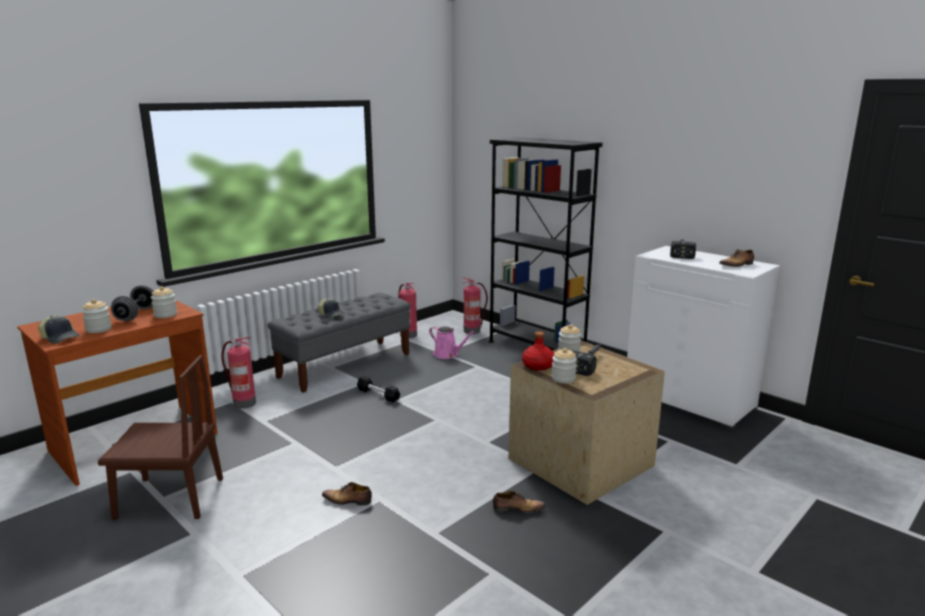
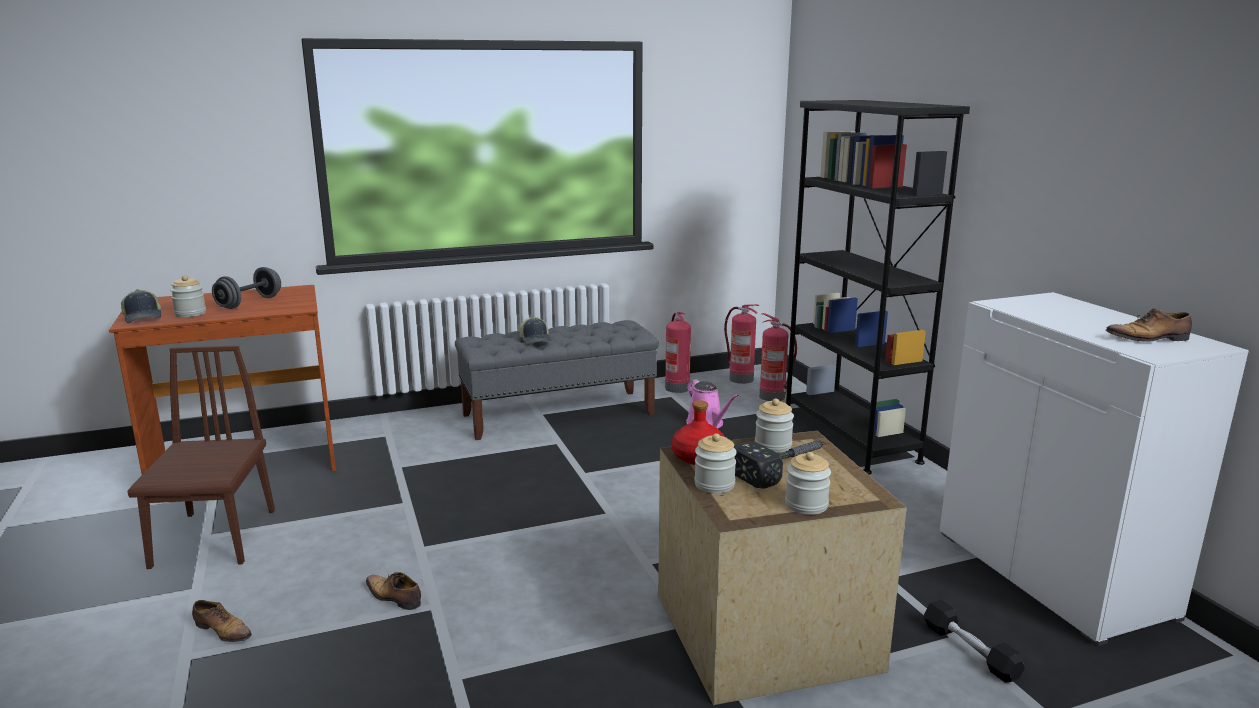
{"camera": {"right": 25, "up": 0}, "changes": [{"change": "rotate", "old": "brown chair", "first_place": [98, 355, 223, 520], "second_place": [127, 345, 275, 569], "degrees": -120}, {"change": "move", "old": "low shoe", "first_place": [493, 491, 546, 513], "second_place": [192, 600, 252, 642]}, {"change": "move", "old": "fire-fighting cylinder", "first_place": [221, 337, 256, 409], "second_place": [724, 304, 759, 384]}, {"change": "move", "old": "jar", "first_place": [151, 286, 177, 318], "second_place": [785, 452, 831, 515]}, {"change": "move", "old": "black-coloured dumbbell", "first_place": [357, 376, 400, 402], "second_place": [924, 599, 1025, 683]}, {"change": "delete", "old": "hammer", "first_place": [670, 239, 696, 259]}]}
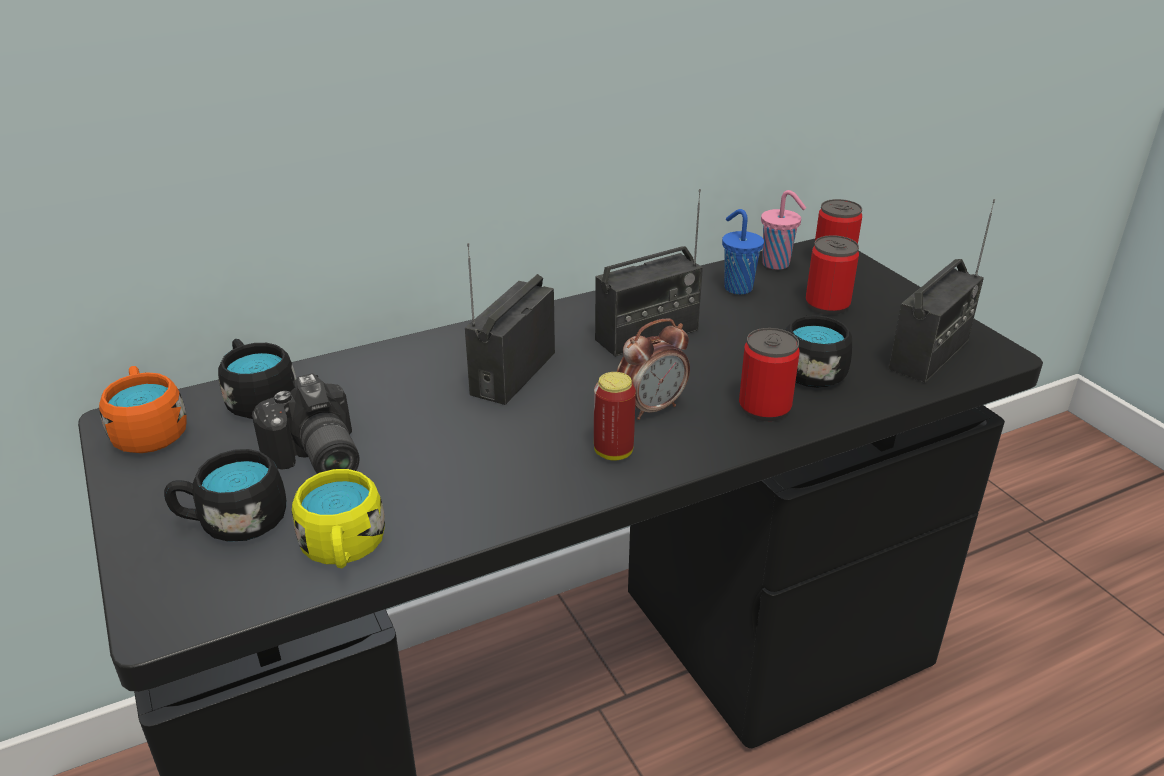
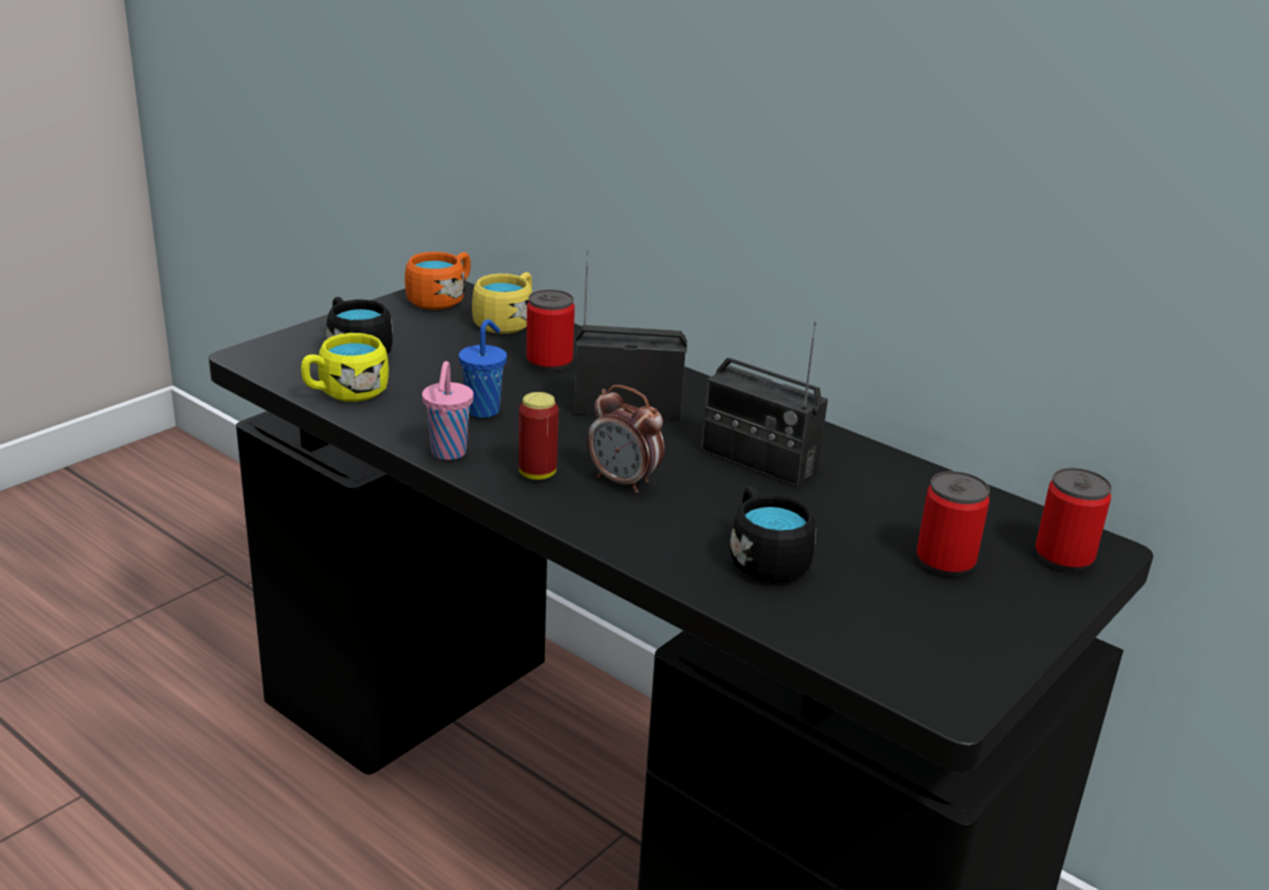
{"camera": {"right": 65, "up": -5}, "changes": [{"change": "move", "old": "pinkish small cup", "first_place": [761, 190, 806, 270], "second_place": [422, 361, 474, 460]}, {"change": "move", "old": "bluish small cup", "first_place": [722, 209, 764, 295], "second_place": [459, 319, 507, 418]}, {"change": "recolor", "old": "black-coloured coffee mug", "new": "yellow-coloured coffee mug", "first_place": [218, 339, 296, 419], "second_place": [472, 272, 532, 334]}, {"change": "move", "old": "metal can", "first_place": [739, 328, 800, 421], "second_place": [526, 290, 575, 371]}, {"change": "delete", "old": "photo camera", "first_place": [252, 373, 359, 474]}, {"change": "delete", "old": "radio", "first_place": [888, 199, 995, 383]}]}
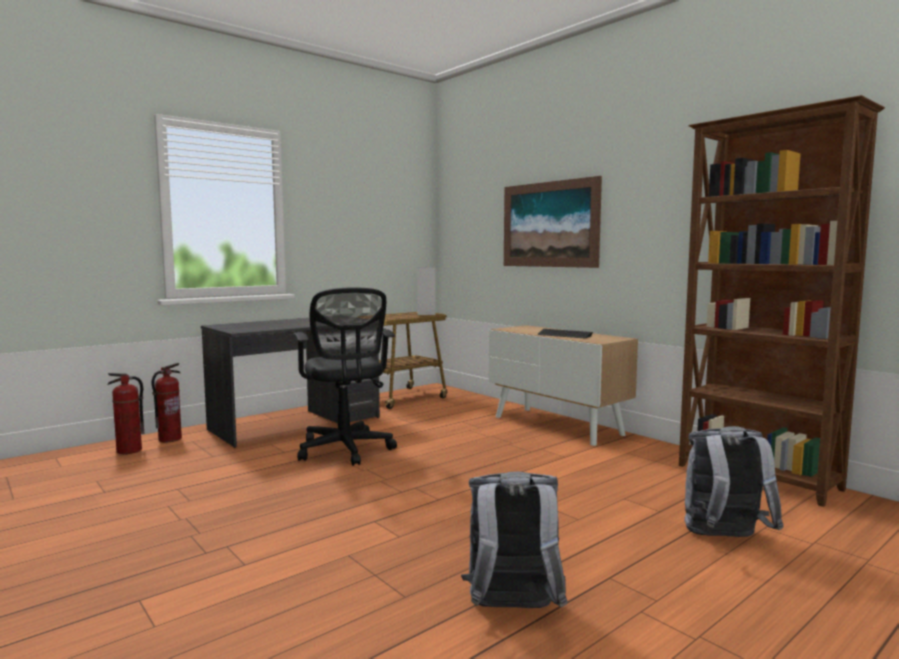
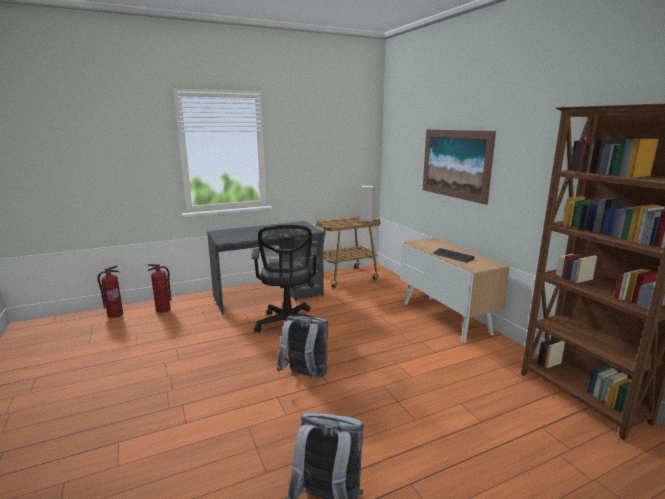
{"camera": {"right": 15, "up": 10}, "changes": [{"change": "move", "old": "fire-fighting cylinder", "first_place": [152, 363, 182, 443], "second_place": [97, 265, 123, 318]}, {"change": "move", "old": "grey knapsack", "first_place": [684, 426, 784, 537], "second_place": [277, 316, 329, 379]}]}
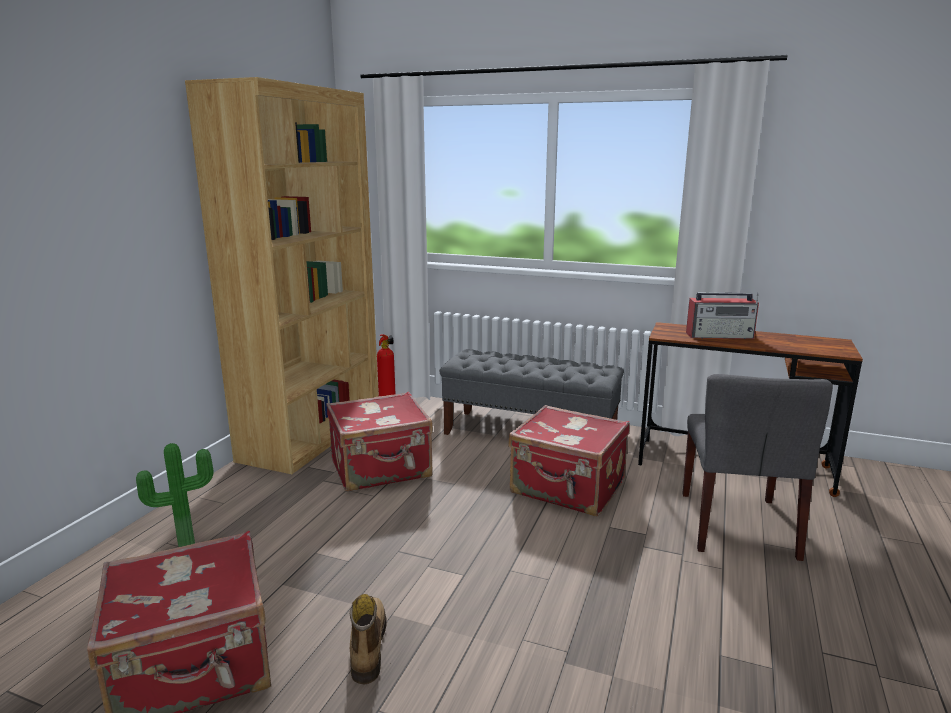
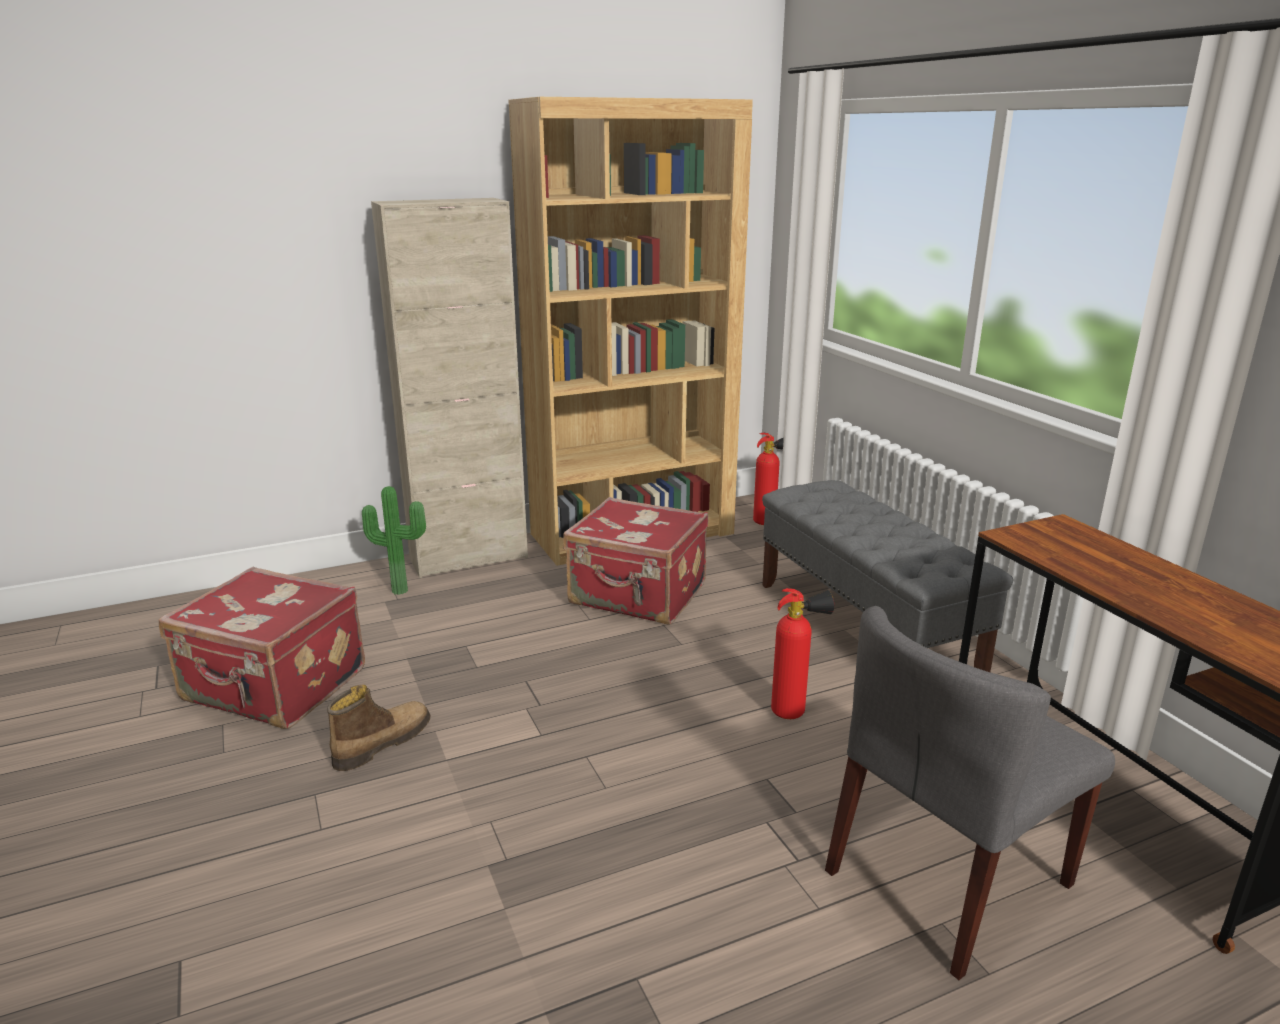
{"camera": {"right": 45, "up": 5}, "changes": [{"change": "insert", "new": "beige storage cabinet", "second_place": [371, 198, 528, 578]}, {"change": "replace", "old": "red-coloured suitcase", "new": "fire-fighting cylinder", "first_place": [508, 405, 630, 516], "second_place": [771, 588, 834, 719]}, {"change": "delete", "old": "radio", "first_place": [686, 292, 759, 339]}]}
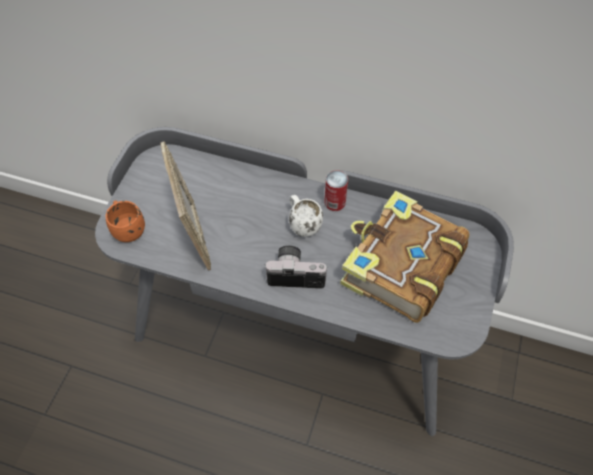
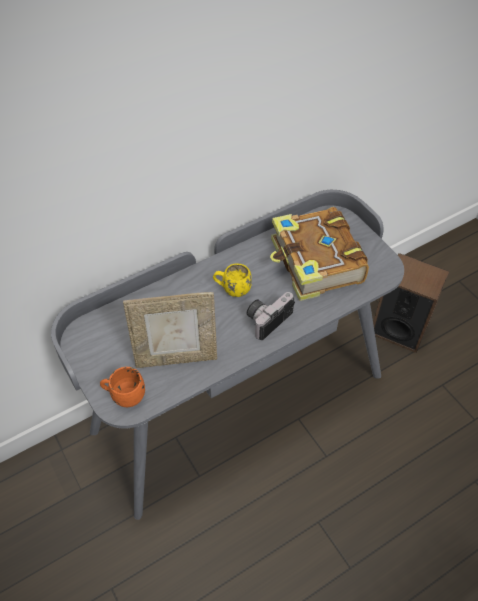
{"camera": {"right": -50, "up": -5}, "changes": [{"change": "rotate", "old": "photo frame", "first_place": [160, 141, 211, 270], "second_place": [123, 292, 217, 368], "degrees": 150}, {"change": "recolor", "old": "white coffee mug", "new": "yellow-coloured coffee mug", "first_place": [289, 195, 323, 237], "second_place": [213, 264, 252, 297]}, {"change": "insert", "new": "speaker", "second_place": [373, 253, 450, 353]}, {"change": "delete", "old": "metal can", "first_place": [324, 170, 348, 211]}]}
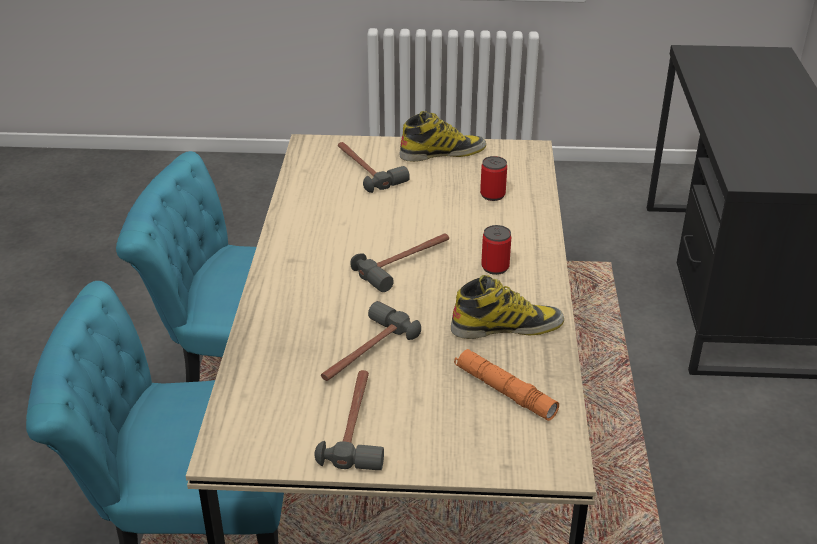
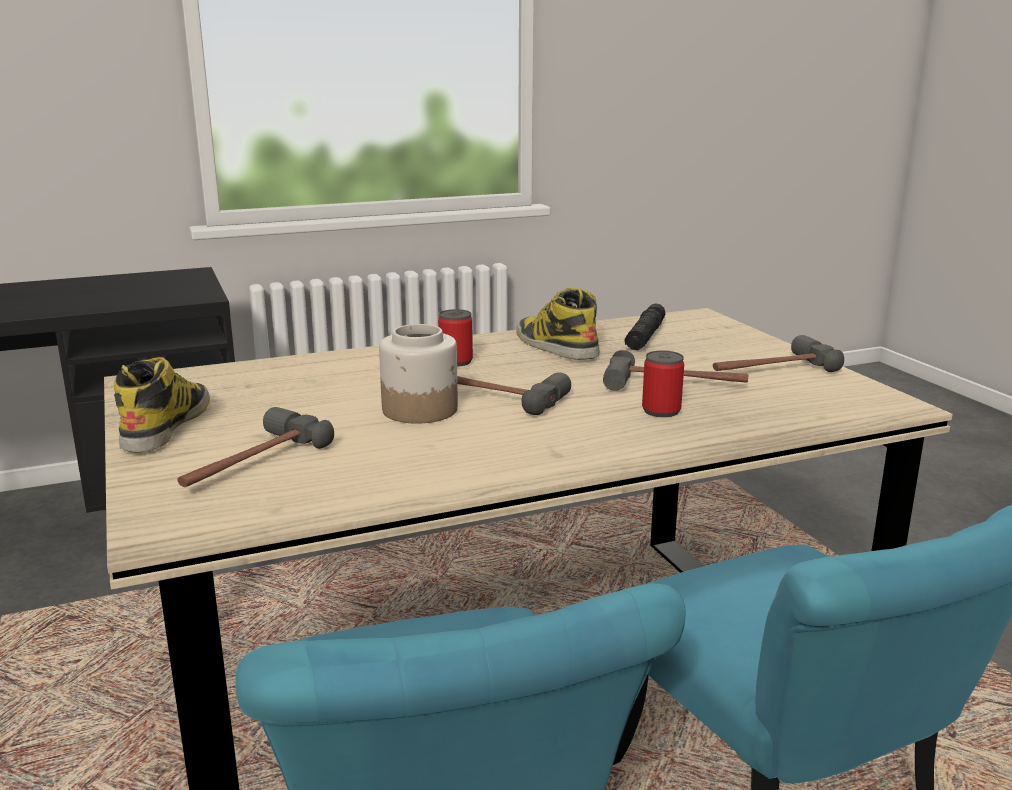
{"camera": {"right": -115, "up": -15}, "changes": [{"change": "rotate", "old": "high-top boot", "first_place": [399, 111, 486, 162], "second_place": [114, 357, 210, 453], "degrees": 45}, {"change": "insert", "new": "jar", "second_place": [379, 324, 458, 424]}, {"change": "recolor", "old": "orange hand torch", "new": "black-coloured hand torch", "first_place": [454, 349, 559, 421], "second_place": [625, 303, 666, 350]}, {"change": "move", "old": "metal can", "first_place": [480, 156, 507, 201], "second_place": [642, 351, 684, 417]}]}
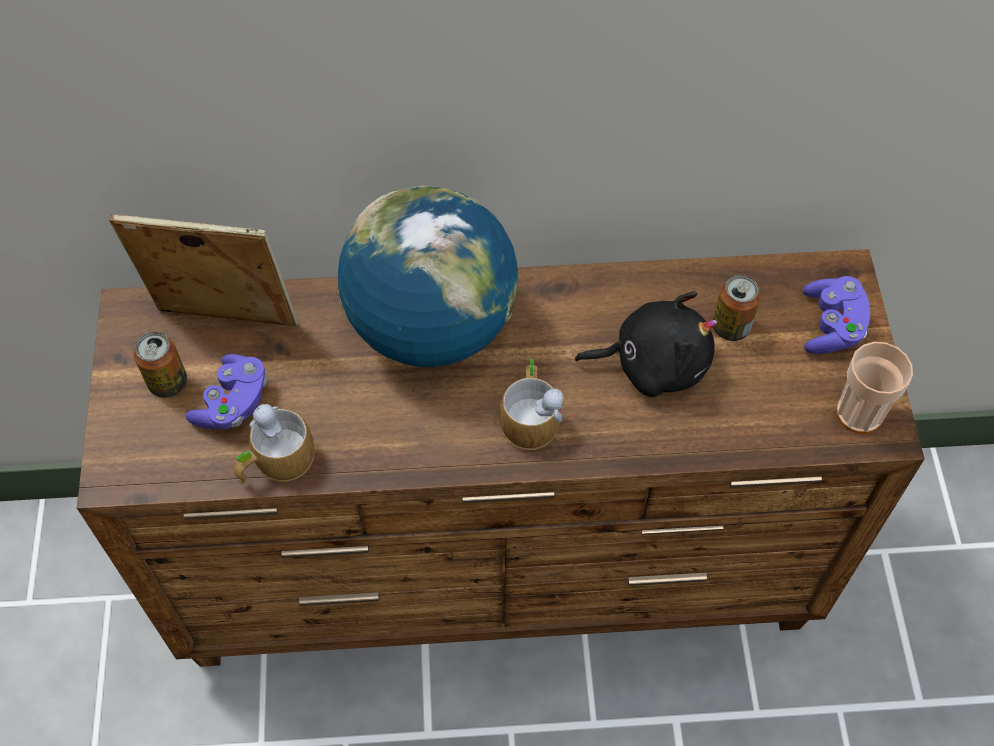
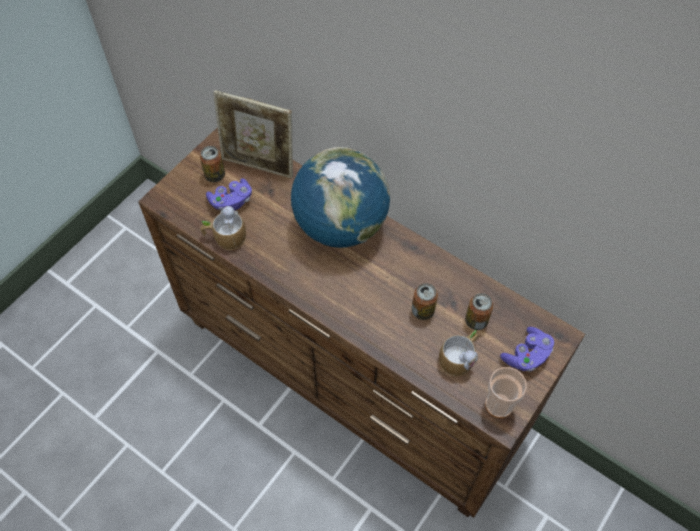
{"camera": {"right": 40, "up": 0}, "changes": [{"change": "rotate", "old": "photo frame", "first_place": [109, 215, 298, 327], "second_place": [213, 90, 293, 178], "degrees": 150}, {"change": "replace", "old": "black-coloured soft toy", "new": "metal can", "first_place": [575, 291, 717, 397], "second_place": [412, 283, 438, 320]}, {"change": "move", "old": "coffee mug", "first_place": [499, 359, 565, 450], "second_place": [439, 330, 479, 377]}]}
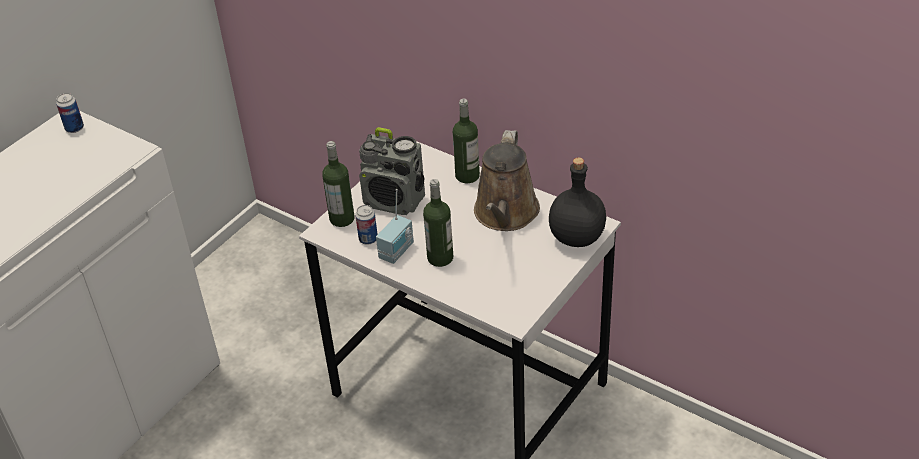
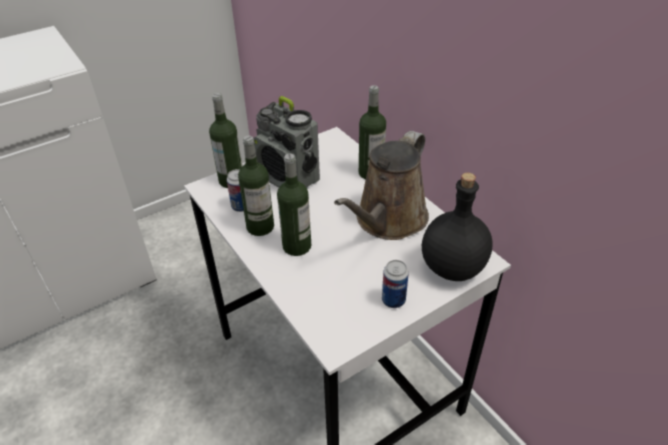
{"camera": {"right": 20, "up": 0}, "changes": [{"change": "replace", "old": "radio", "new": "drink bottle", "first_place": [376, 189, 414, 264], "second_place": [238, 136, 274, 236]}, {"change": "move", "old": "metal can", "first_place": [56, 93, 84, 133], "second_place": [382, 260, 409, 308]}]}
